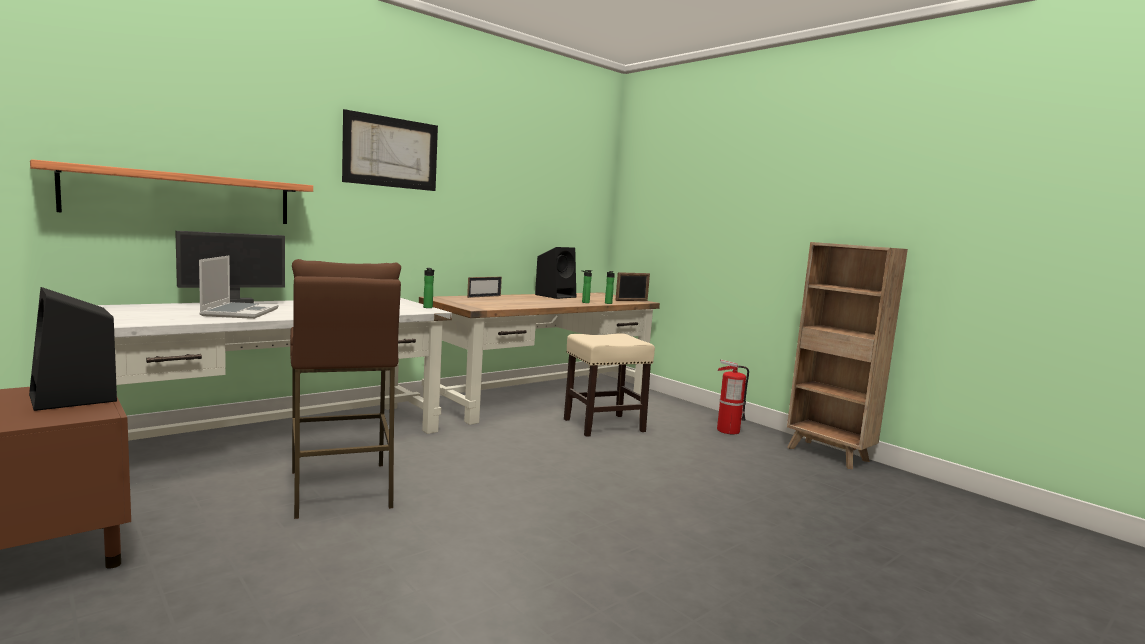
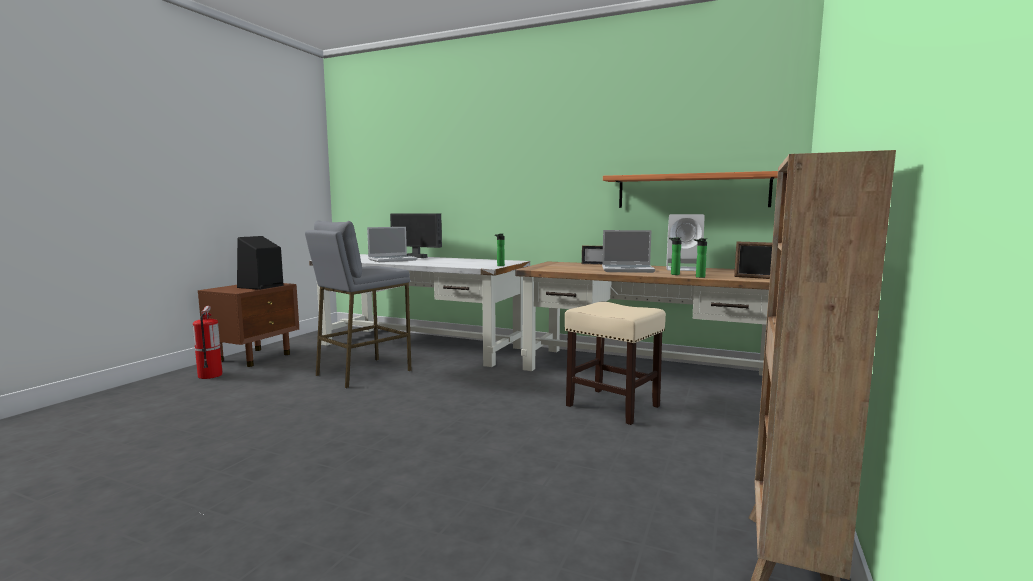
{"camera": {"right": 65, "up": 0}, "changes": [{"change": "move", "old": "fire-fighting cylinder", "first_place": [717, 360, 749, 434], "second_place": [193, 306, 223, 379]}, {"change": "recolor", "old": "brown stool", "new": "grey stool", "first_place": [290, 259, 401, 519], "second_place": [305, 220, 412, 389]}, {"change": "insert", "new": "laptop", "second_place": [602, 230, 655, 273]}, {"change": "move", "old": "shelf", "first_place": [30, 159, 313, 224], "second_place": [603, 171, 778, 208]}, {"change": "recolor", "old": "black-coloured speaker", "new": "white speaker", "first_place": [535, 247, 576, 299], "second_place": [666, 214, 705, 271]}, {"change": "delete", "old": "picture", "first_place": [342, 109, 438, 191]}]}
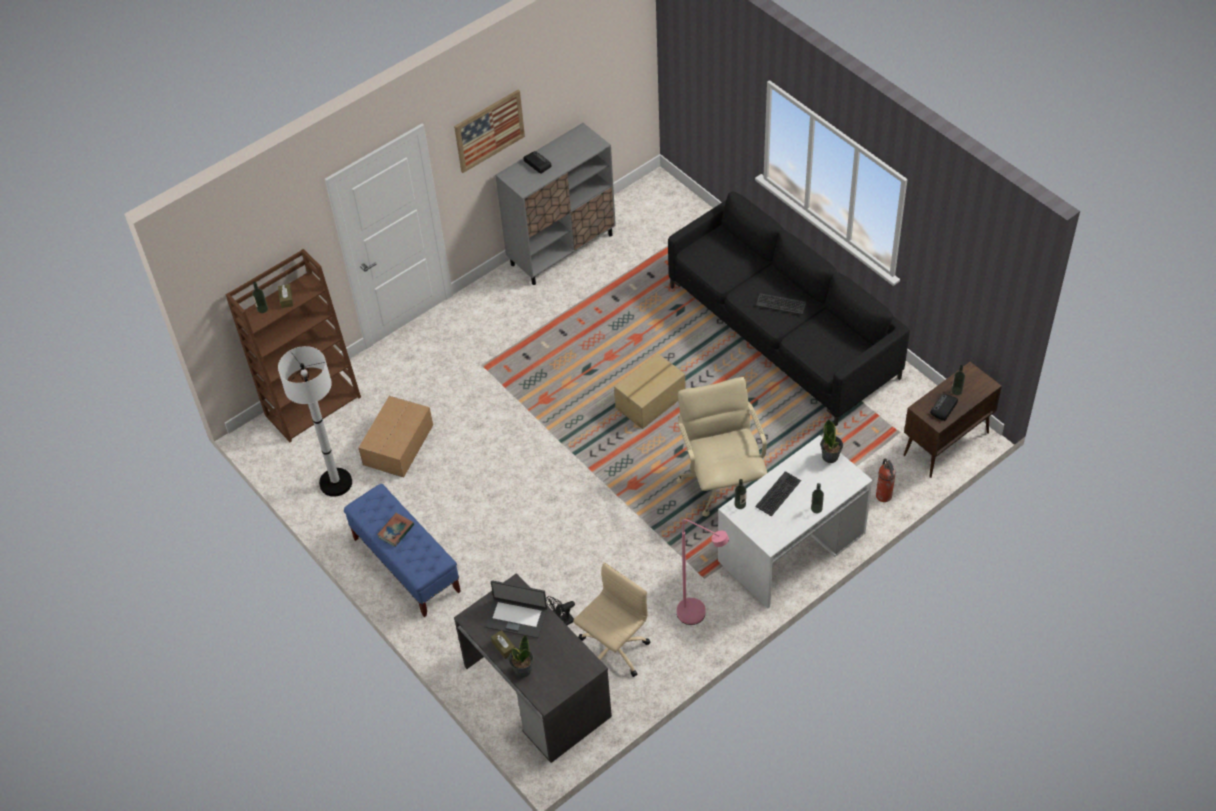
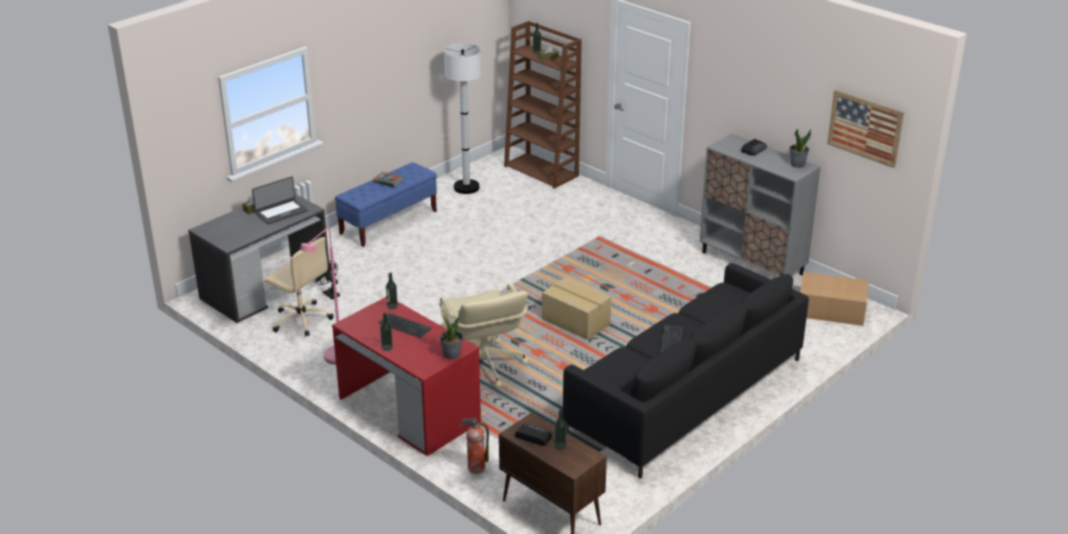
{"camera": {"right": 80, "up": -20}, "changes": [{"change": "rotate", "old": "laptop", "first_place": [485, 580, 547, 638], "second_place": [252, 176, 308, 224], "degrees": -135}, {"change": "recolor", "old": "white desk unit", "new": "red-coloured desk unit", "first_place": [718, 435, 873, 608], "second_place": [332, 297, 481, 456]}, {"change": "rotate", "old": "beige desk chair", "first_place": [676, 377, 767, 517], "second_place": [439, 283, 528, 388], "degrees": 90}, {"change": "move", "old": "plant in a pot", "first_place": [509, 634, 533, 677], "second_place": [790, 129, 811, 168]}, {"change": "move", "old": "carton", "first_place": [358, 396, 433, 477], "second_place": [800, 272, 869, 326]}, {"change": "move", "old": "picture", "first_place": [454, 90, 525, 173], "second_place": [827, 89, 904, 168]}]}
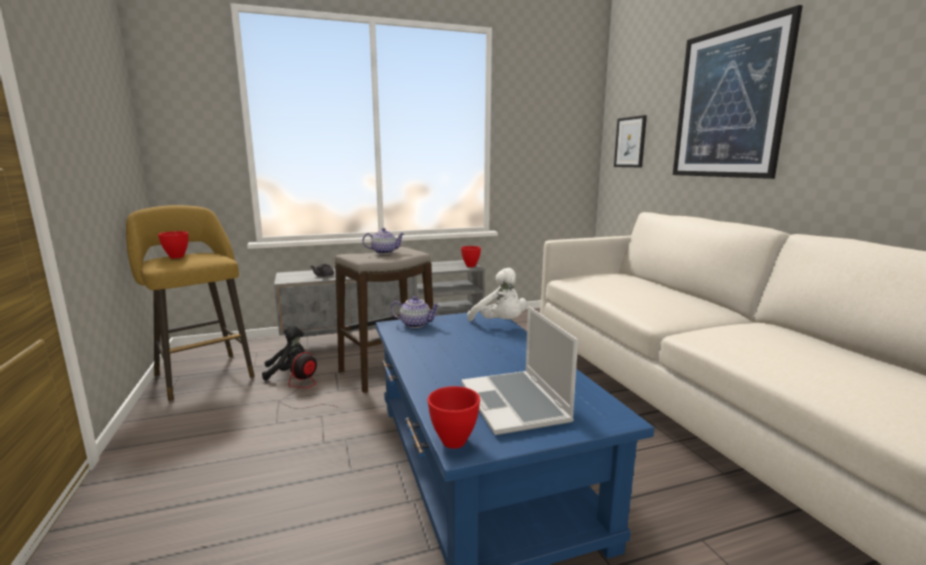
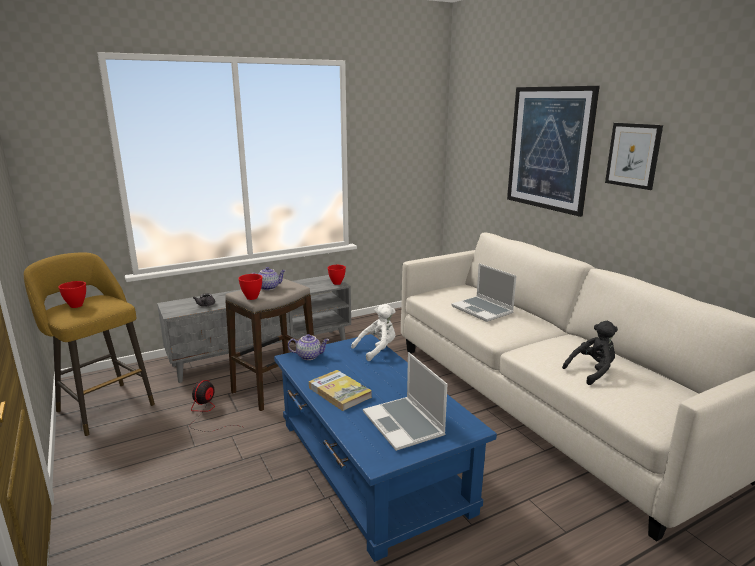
{"camera": {"right": -10, "up": 5}, "changes": [{"change": "move", "old": "red-coloured serving bowl", "first_place": [428, 386, 480, 449], "second_place": [238, 274, 262, 300]}, {"change": "insert", "new": "volume", "second_place": [309, 370, 372, 411]}, {"change": "rotate", "old": "white soft toy", "first_place": [468, 268, 527, 321], "second_place": [351, 304, 396, 361], "degrees": -75}, {"change": "insert", "new": "laptop", "second_place": [451, 263, 516, 322]}, {"change": "move", "old": "black-coloured soft toy", "first_place": [262, 326, 305, 381], "second_place": [562, 321, 618, 385]}, {"change": "move", "old": "picture", "first_place": [614, 115, 647, 167], "second_place": [605, 123, 663, 190]}]}
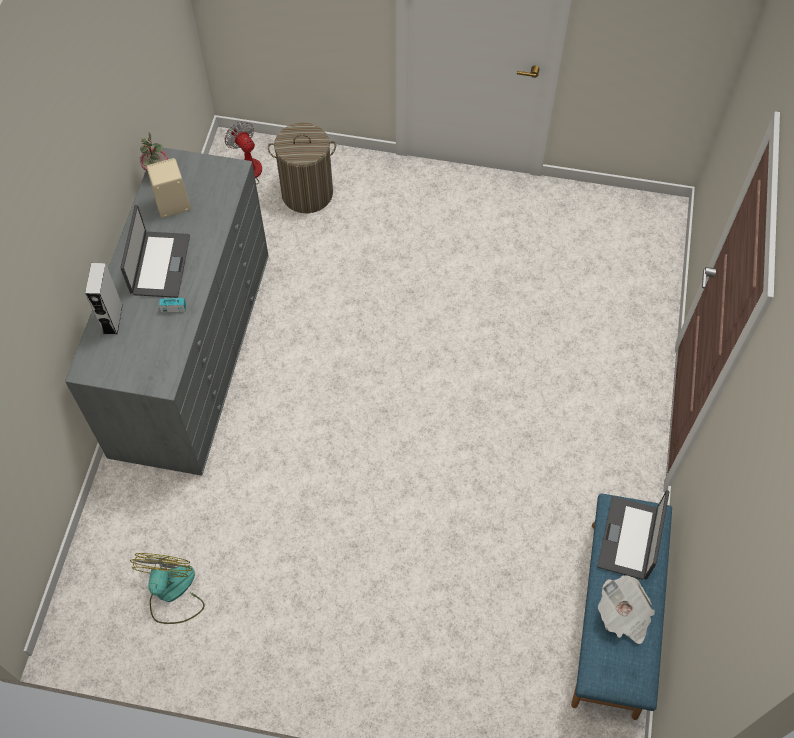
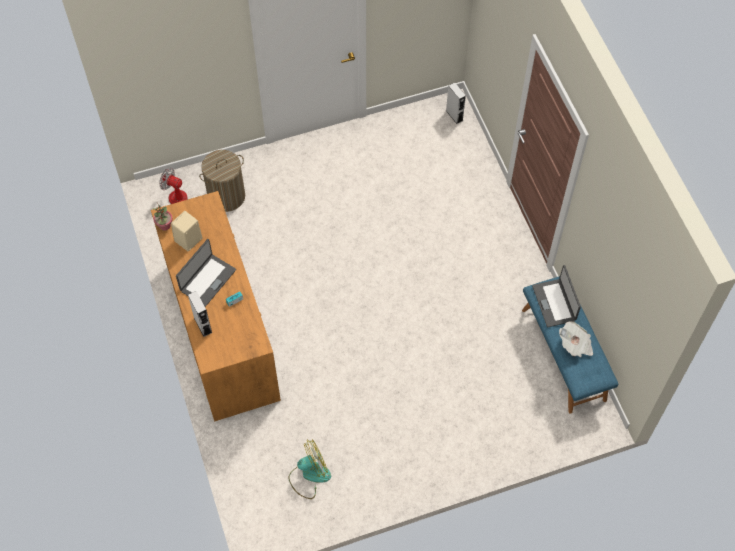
{"camera": {"right": -30, "up": 0}, "changes": [{"change": "recolor", "old": "grey dresser", "new": "brown dresser", "first_place": [65, 147, 269, 476], "second_place": [151, 191, 281, 421]}, {"change": "rotate", "old": "laptop", "first_place": [120, 205, 190, 298], "second_place": [176, 239, 236, 307], "degrees": 60}, {"change": "rotate", "old": "electric fan", "first_place": [130, 553, 205, 624], "second_place": [288, 439, 331, 499], "degrees": 90}, {"change": "insert", "new": "grey speaker", "second_place": [446, 82, 466, 124]}]}
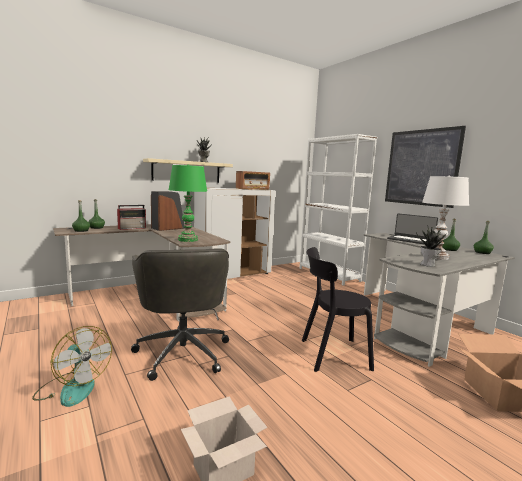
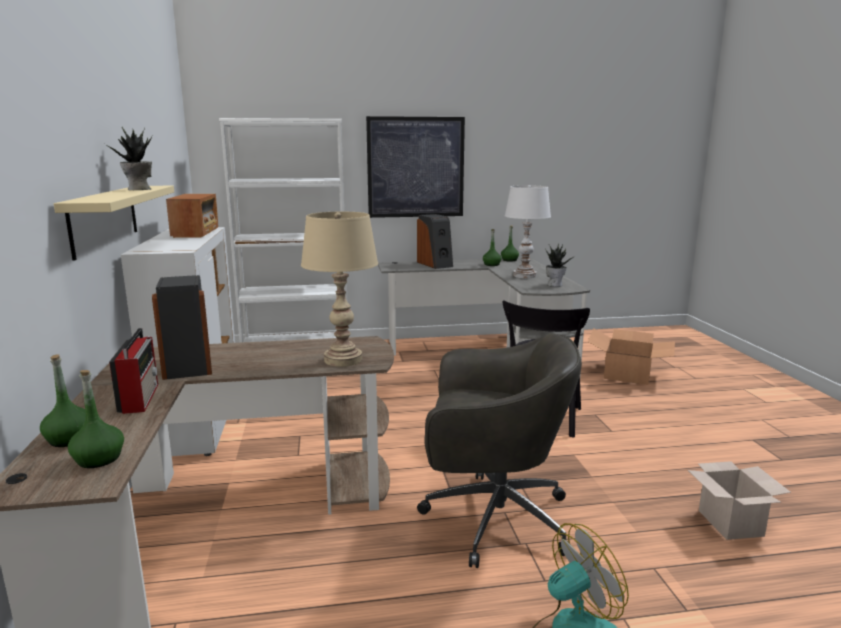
{"camera": {"right": -65, "up": 5}, "changes": [{"change": "recolor", "old": "green lamp for a table", "new": "beige lamp for a table", "first_place": [169, 165, 207, 242], "second_place": [301, 212, 378, 367]}, {"change": "replace", "old": "laptop", "new": "speaker", "first_place": [387, 213, 438, 244], "second_place": [417, 214, 453, 269]}]}
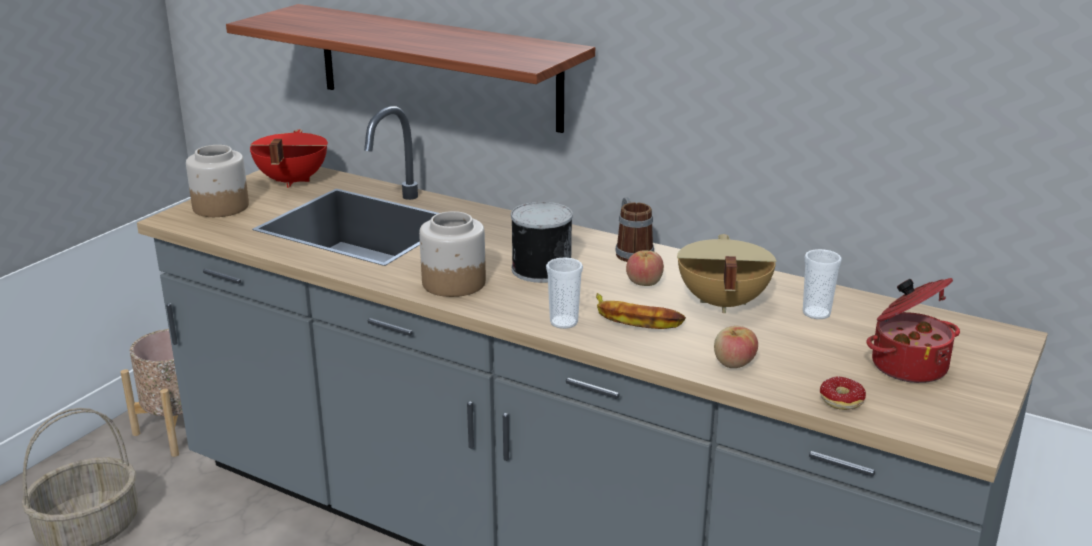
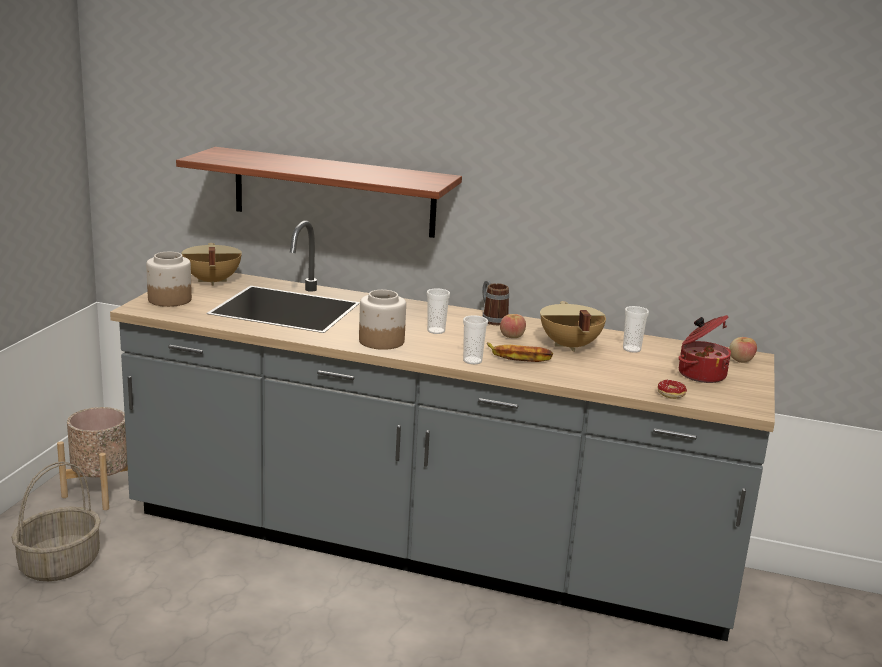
{"camera": {"right": -15, "up": -5}, "changes": [{"change": "recolor", "old": "red-coloured saucepot", "new": "beige saucepot", "first_place": [250, 129, 328, 188], "second_place": [181, 243, 242, 286]}, {"change": "replace", "old": "metal can", "new": "small cup", "first_place": [511, 202, 573, 283], "second_place": [427, 288, 450, 334]}, {"change": "move", "old": "apple fruit", "first_place": [714, 326, 758, 368], "second_place": [729, 337, 757, 363]}]}
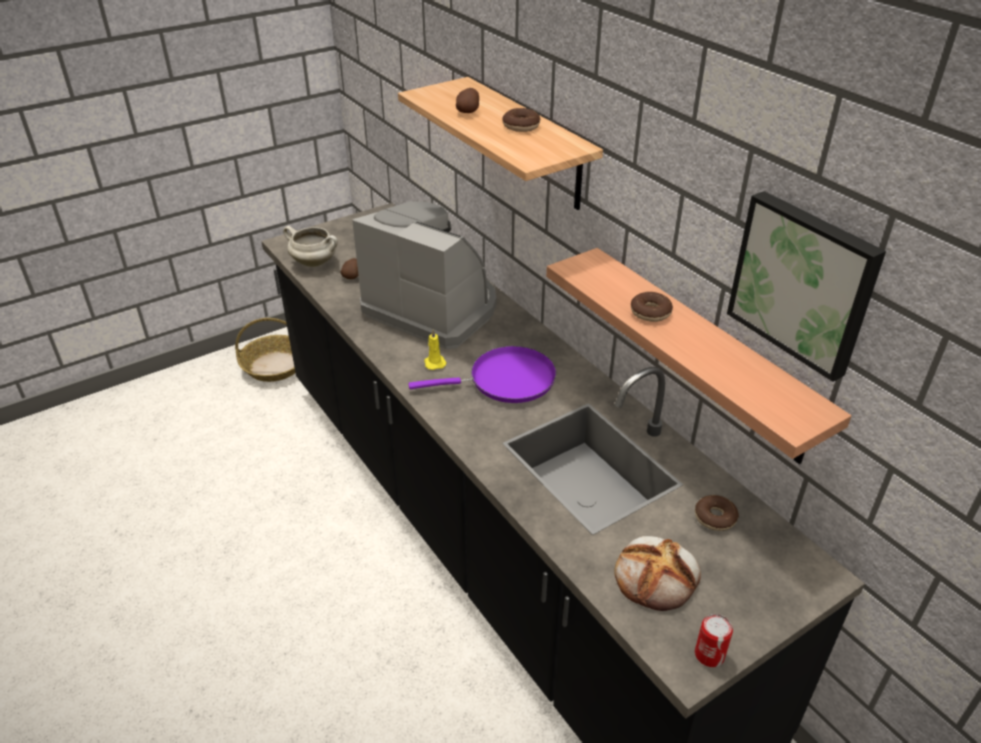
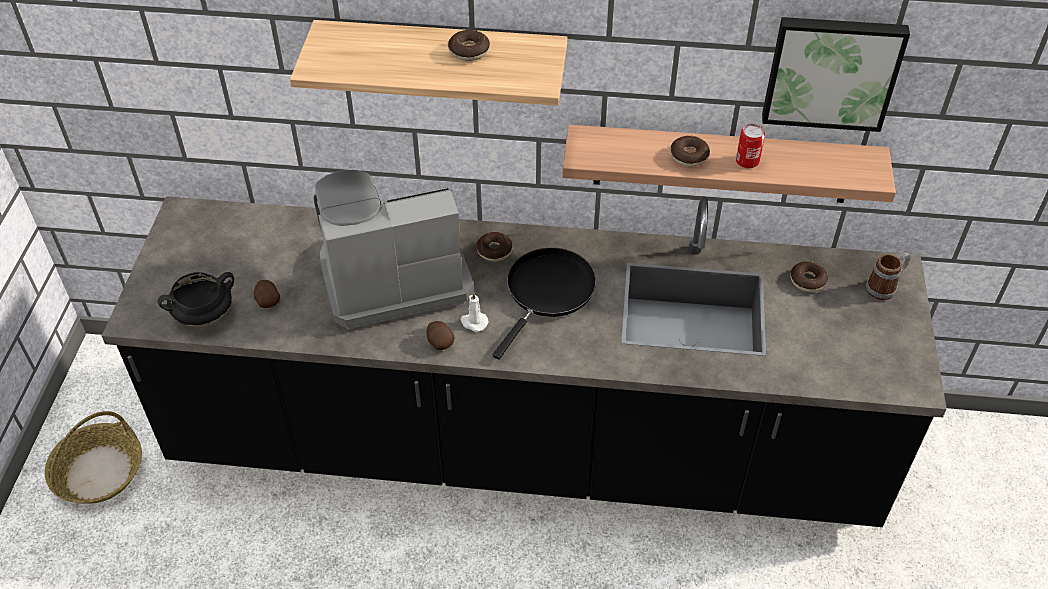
{"camera": {"right": -50, "up": 10}, "changes": [{"change": "recolor", "old": "white saucepot", "new": "black-coloured saucepot", "first_place": [283, 226, 338, 267], "second_place": [158, 272, 234, 327]}, {"change": "move", "old": "whole potato", "first_place": [456, 88, 479, 113], "second_place": [426, 321, 454, 350]}, {"change": "recolor", "old": "yellow-coloured wax light", "new": "white wax light", "first_place": [424, 329, 447, 370], "second_place": [461, 291, 489, 332]}, {"change": "insert", "new": "donut", "second_place": [477, 232, 513, 261]}, {"change": "recolor", "old": "purple skillet", "new": "black-coloured skillet", "first_place": [408, 346, 556, 403], "second_place": [493, 248, 596, 359]}, {"change": "move", "old": "metal can", "first_place": [695, 614, 733, 667], "second_place": [736, 124, 765, 168]}, {"change": "insert", "new": "coffee mug", "second_place": [866, 253, 911, 300]}, {"change": "delete", "old": "bread", "first_place": [614, 536, 701, 611]}]}
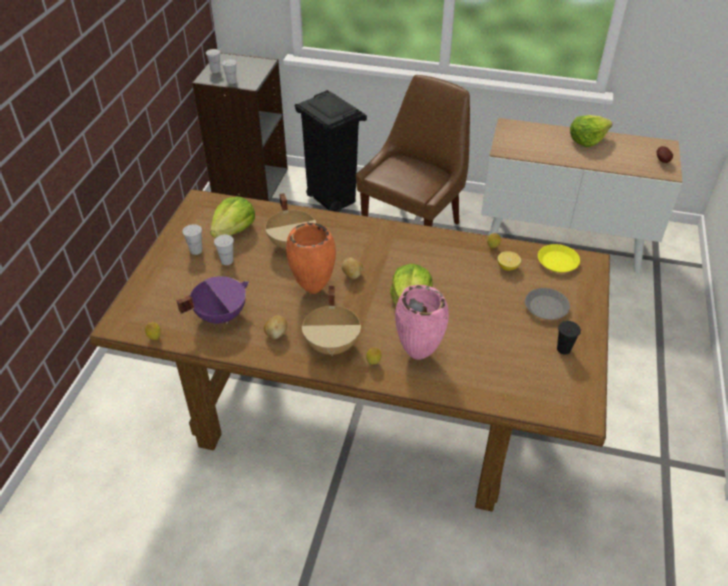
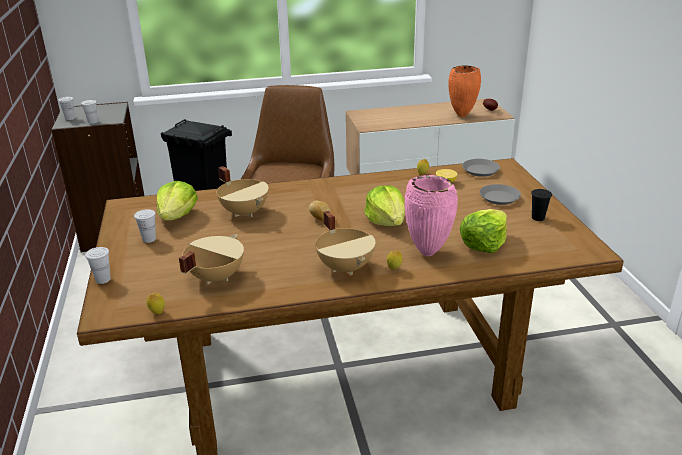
{"camera": {"right": -25, "up": -15}, "changes": [{"change": "move", "old": "white small cup", "first_place": [214, 235, 234, 265], "second_place": [85, 247, 111, 284]}, {"change": "recolor", "old": "purple saucepot", "new": "beige saucepot", "first_place": [177, 276, 249, 324], "second_place": [179, 234, 244, 284]}, {"change": "move", "old": "orange decorative vase", "first_place": [286, 223, 336, 294], "second_place": [448, 65, 481, 117]}, {"change": "move", "old": "lettuce head", "first_place": [570, 115, 612, 147], "second_place": [460, 209, 507, 253]}, {"change": "recolor", "old": "yellow-coloured flat dish", "new": "grey flat dish", "first_place": [538, 244, 580, 272], "second_place": [462, 159, 500, 177]}, {"change": "delete", "old": "whole potato", "first_place": [264, 316, 287, 339]}]}
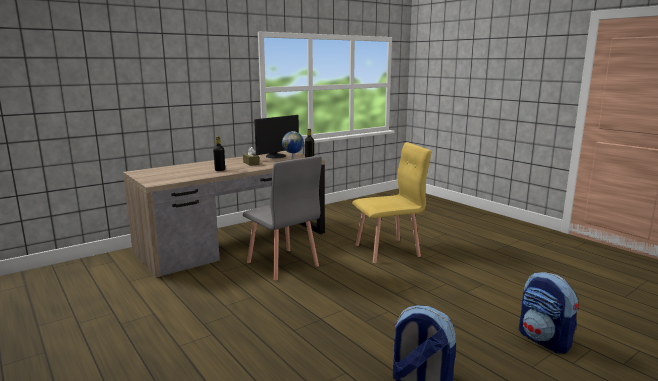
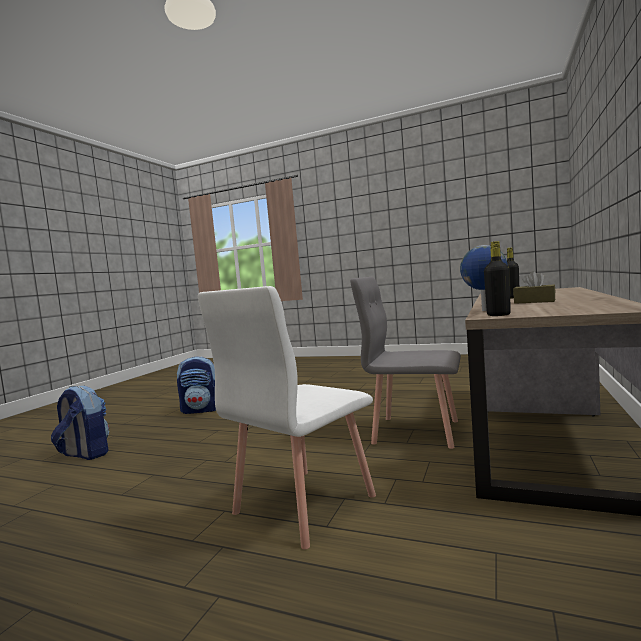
{"camera": {"right": 150, "up": -10}, "changes": [{"change": "recolor", "old": "yellow-coloured chair", "new": "white chair", "first_place": [352, 142, 431, 263], "second_place": [198, 286, 376, 550]}, {"change": "delete", "old": "monitor", "first_place": [254, 115, 299, 158]}]}
